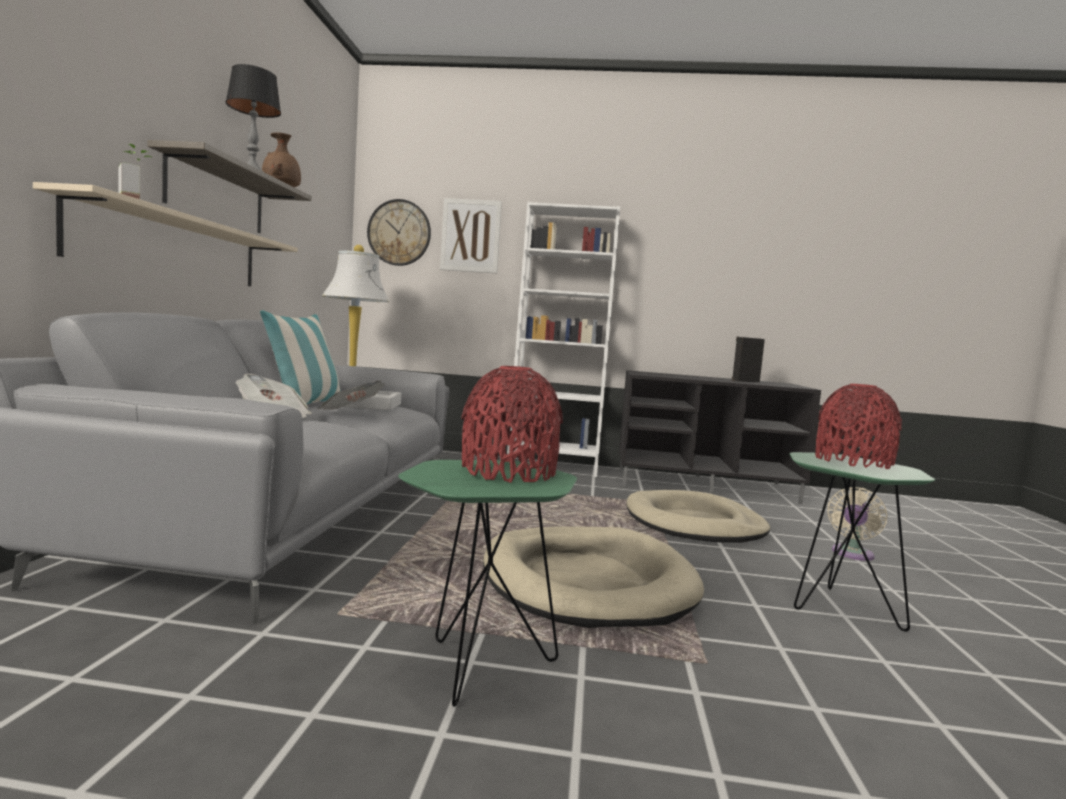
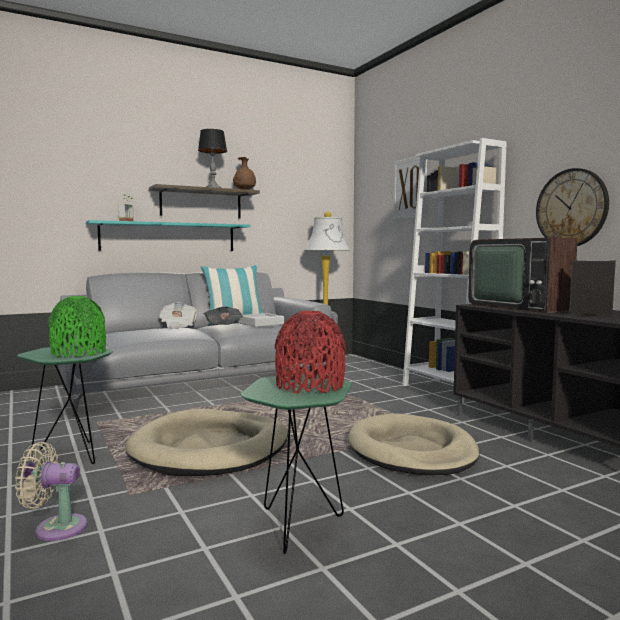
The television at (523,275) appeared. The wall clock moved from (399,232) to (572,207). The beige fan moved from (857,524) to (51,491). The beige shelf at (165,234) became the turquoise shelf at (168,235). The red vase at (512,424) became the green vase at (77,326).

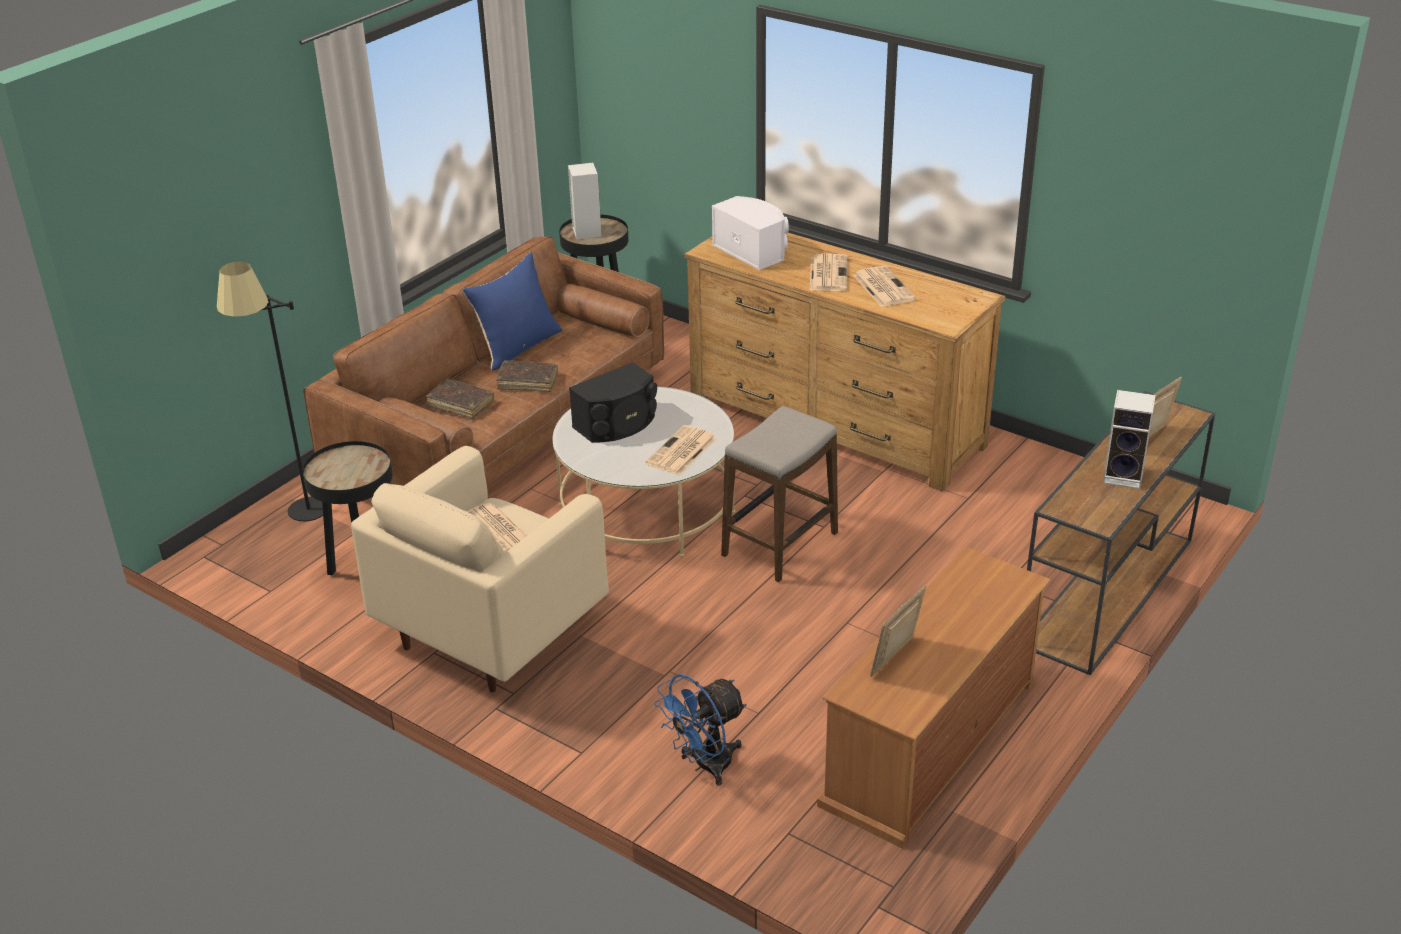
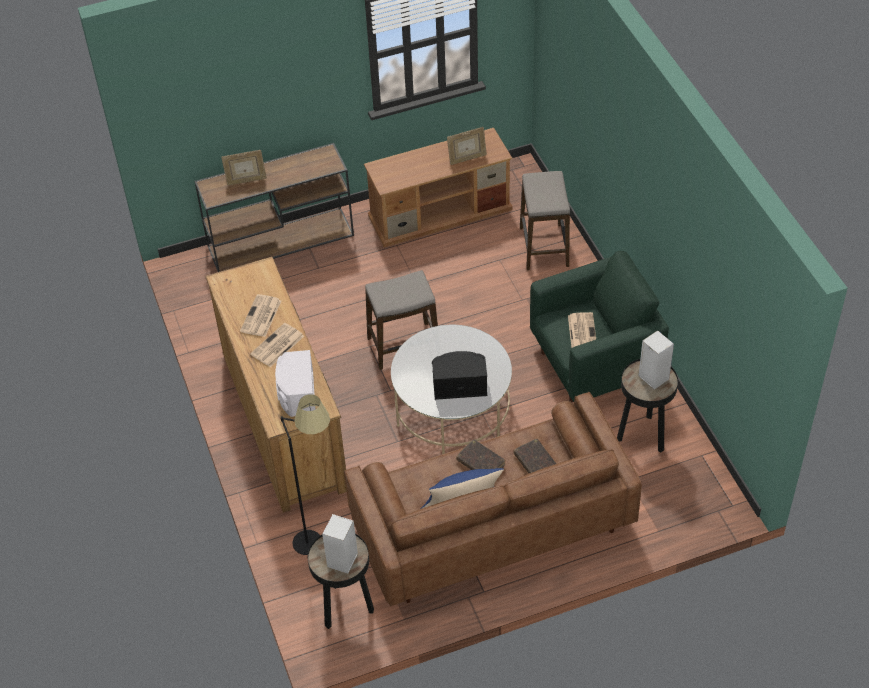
The newspaper at (681,450) disappeared. The black floor lamp moved from (270,391) to (305,474). The speaker moved from (1129,439) to (656,360). The blue fan at (700,729) was replaced by the stool at (545,220). The beige armchair at (480,569) became the green armchair at (599,326).

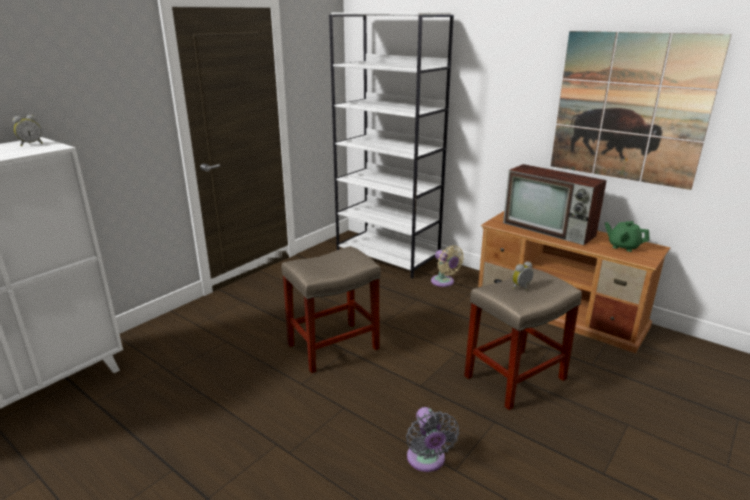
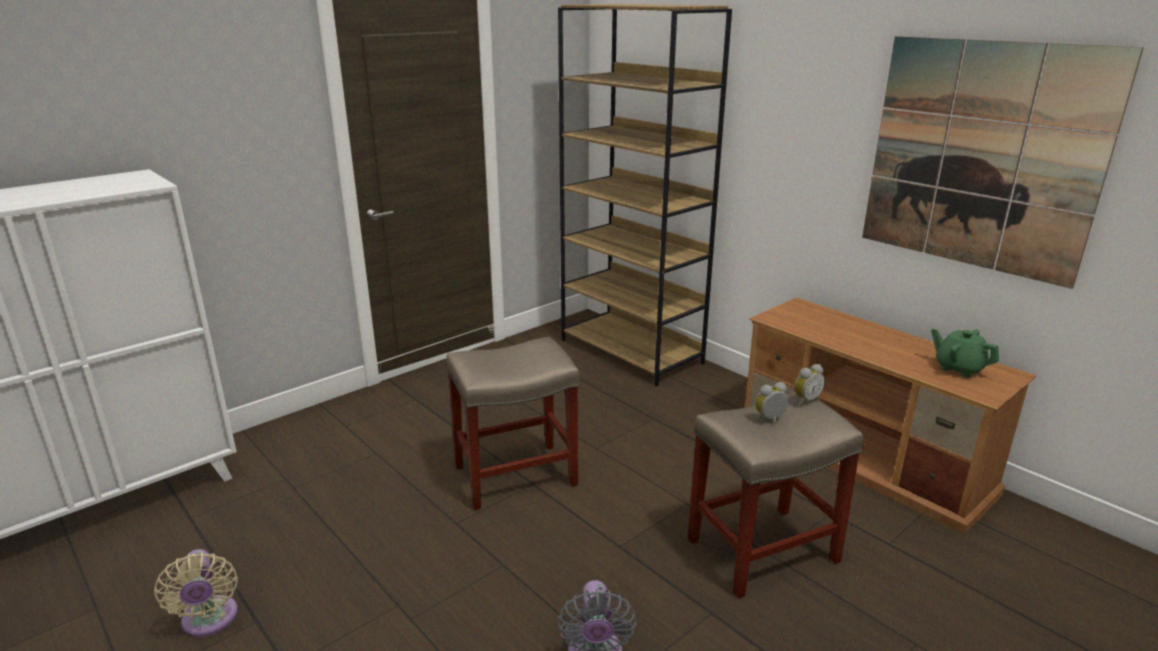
The television at (555,204) disappeared. The alarm clock moved from (28,130) to (809,384). The beige fan moved from (447,266) to (196,593). The white bookcase at (391,146) became the brown bookcase at (645,195).

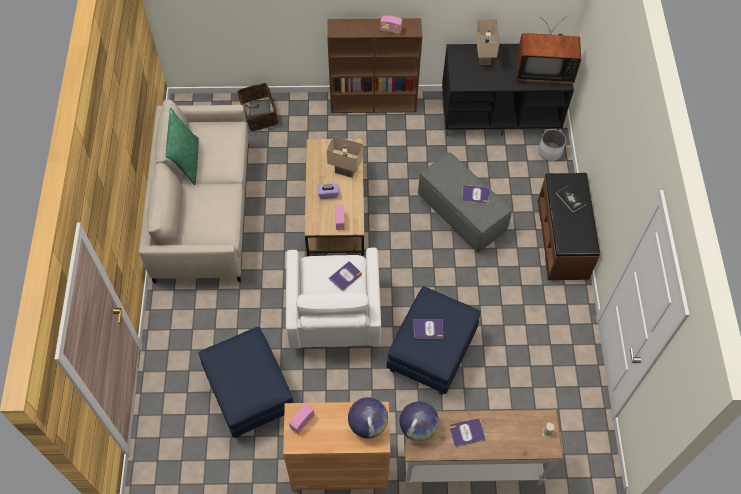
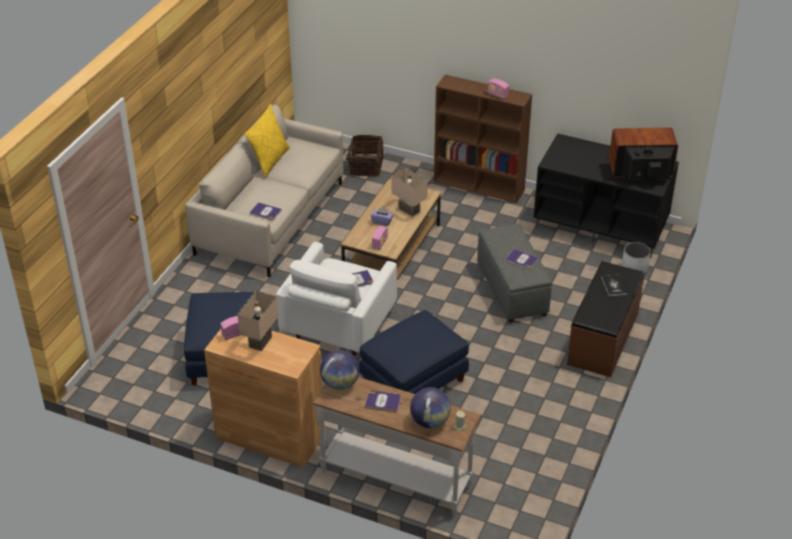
The globe moved from (368,417) to (430,407). The book moved from (428,329) to (266,211). The beige table lamp moved from (488,42) to (257,321). The green pillow at (182,146) became the yellow pillow at (267,141). The television at (548,50) turned 150 degrees clockwise.

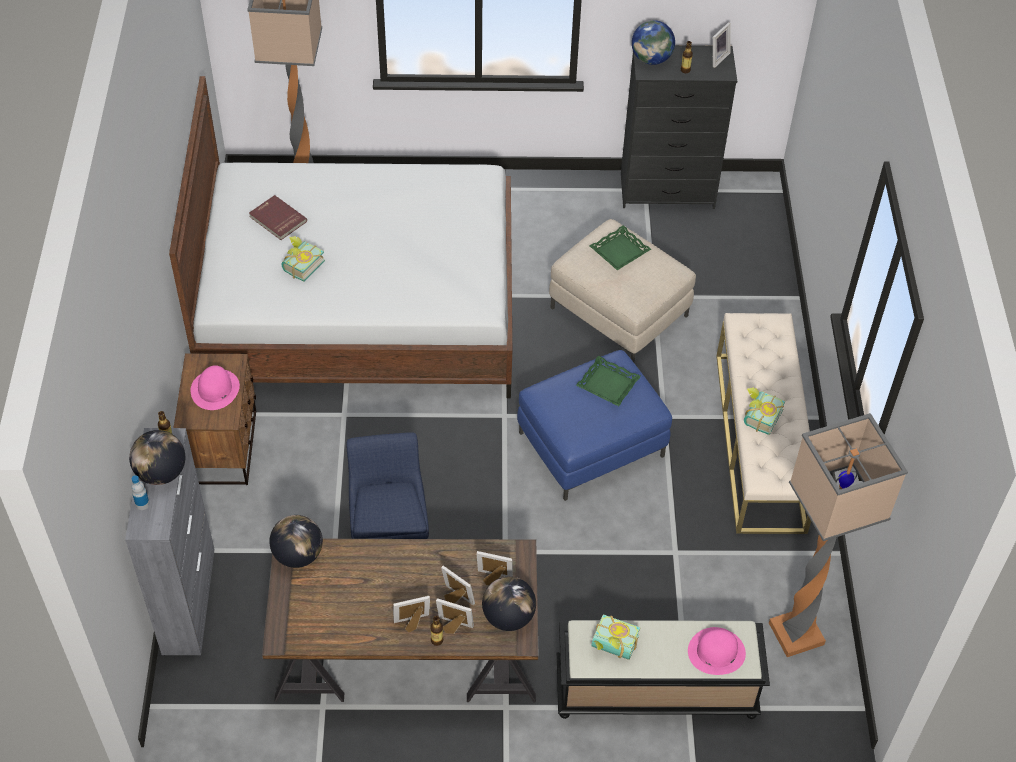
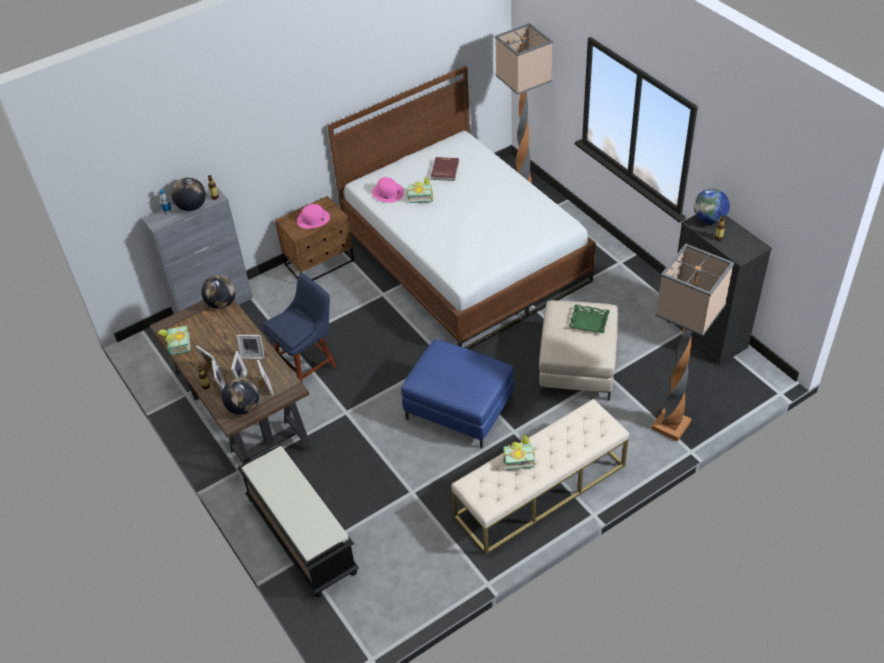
The green tray at (608,381) disappeared. The book moved from (616,637) to (174,340). The pink hat moved from (717,651) to (388,190). The picture frame moved from (721,45) to (250,347). The floor lamp moved from (838,535) to (692,343).

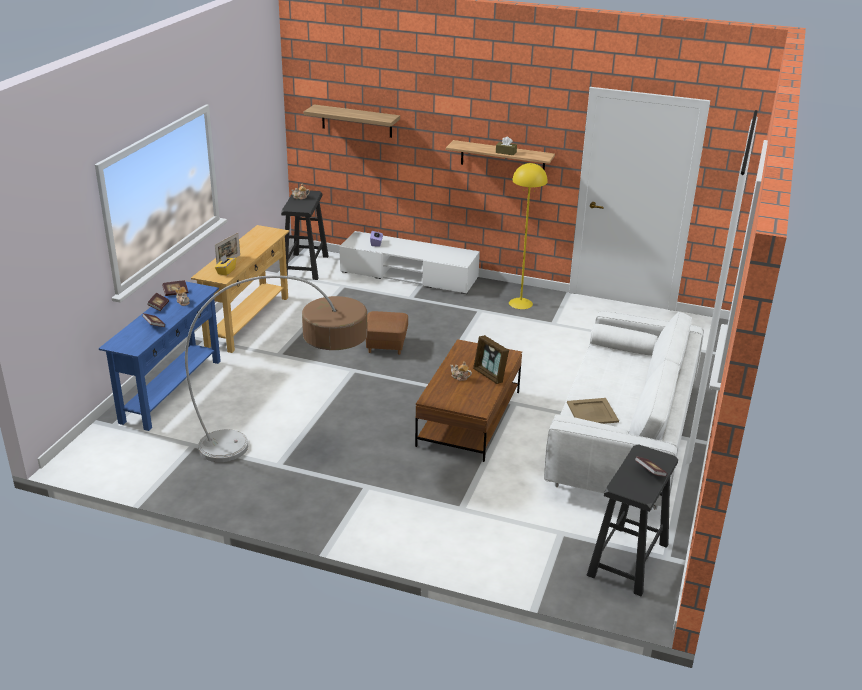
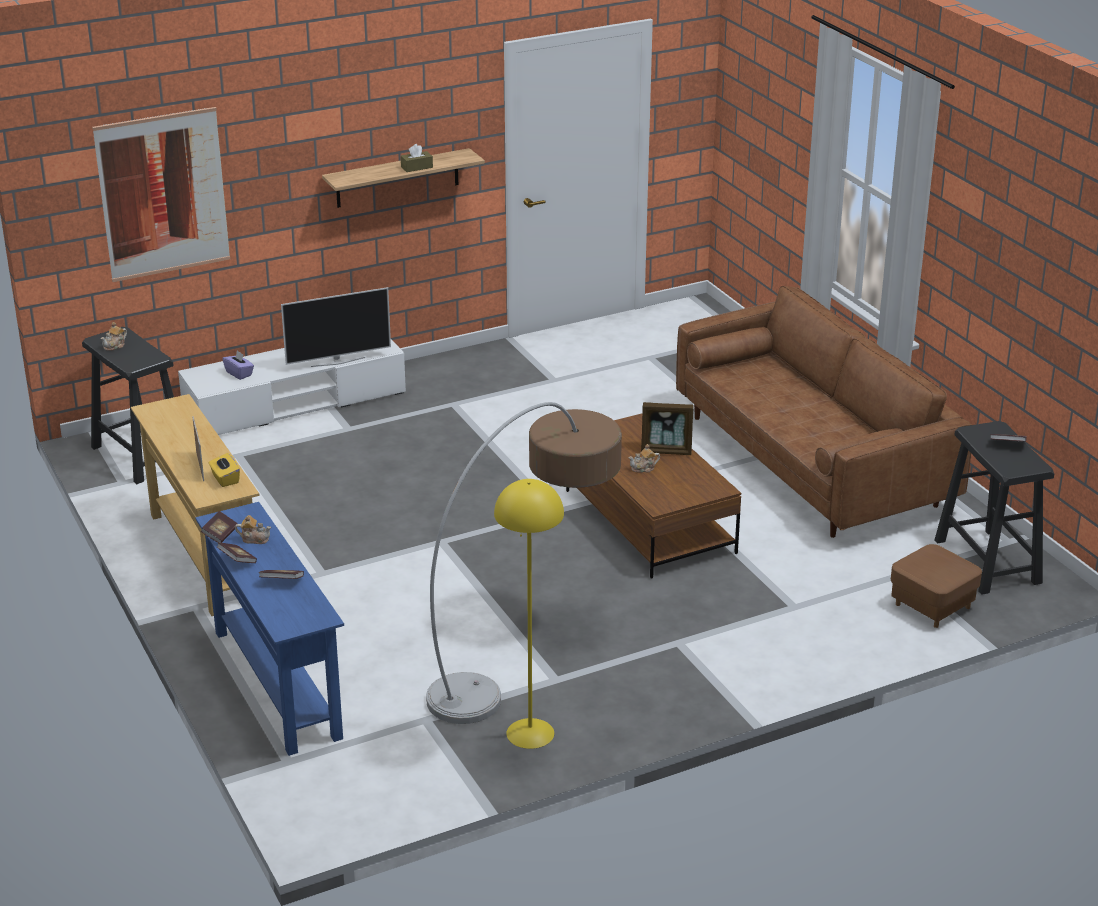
The beige tray at (593,411) disappeared. The television at (336,327) appeared. The brown ottoman moved from (387,333) to (936,586). The yellow floor lamp moved from (528,236) to (529,614). The shelf at (352,121) was replaced by the picture at (161,194). The white sofa at (624,410) became the brown sofa at (824,412).

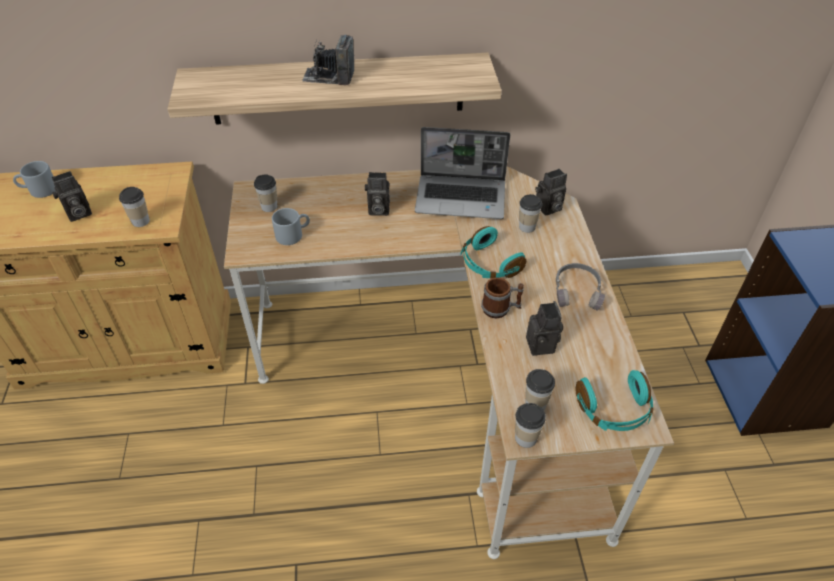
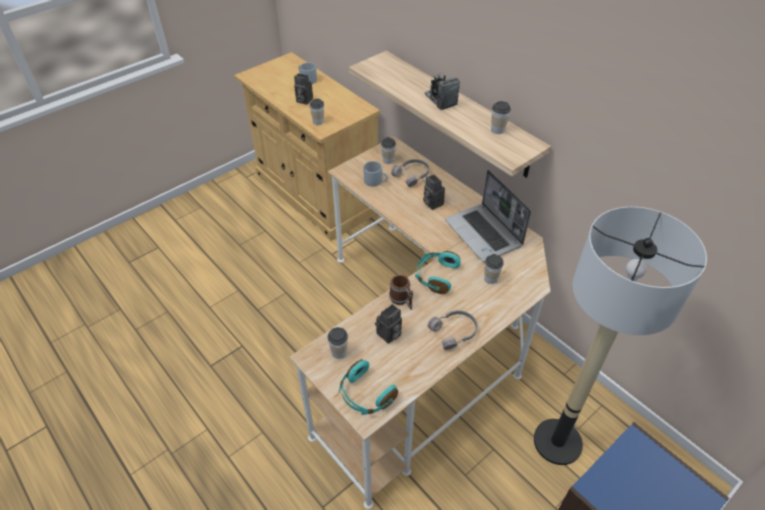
The photo camera at (551,192) disappeared. The grey headphones at (410,173) appeared. The floor lamp at (620,336) appeared. The cup moved from (530,425) to (501,117).

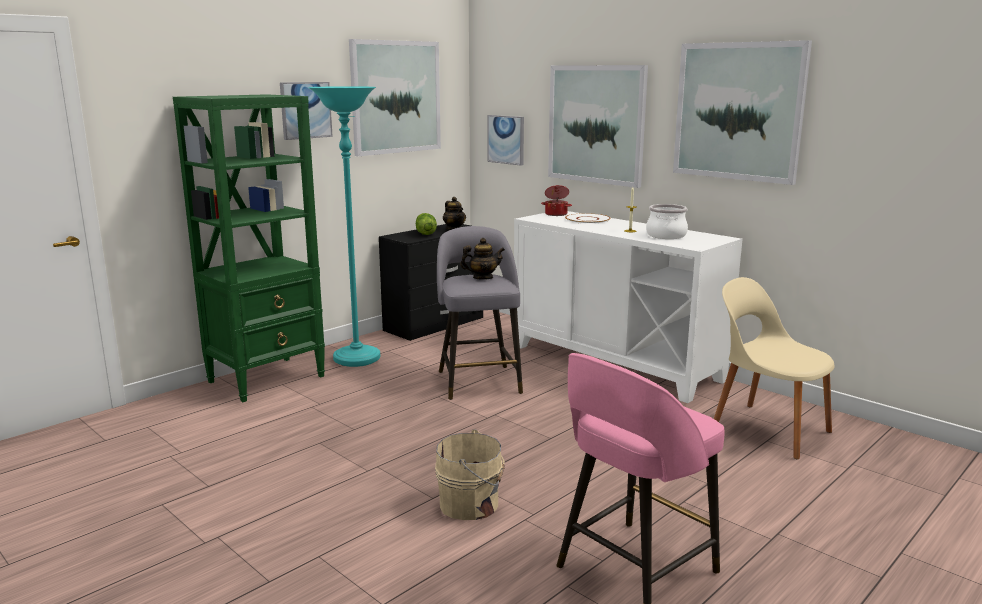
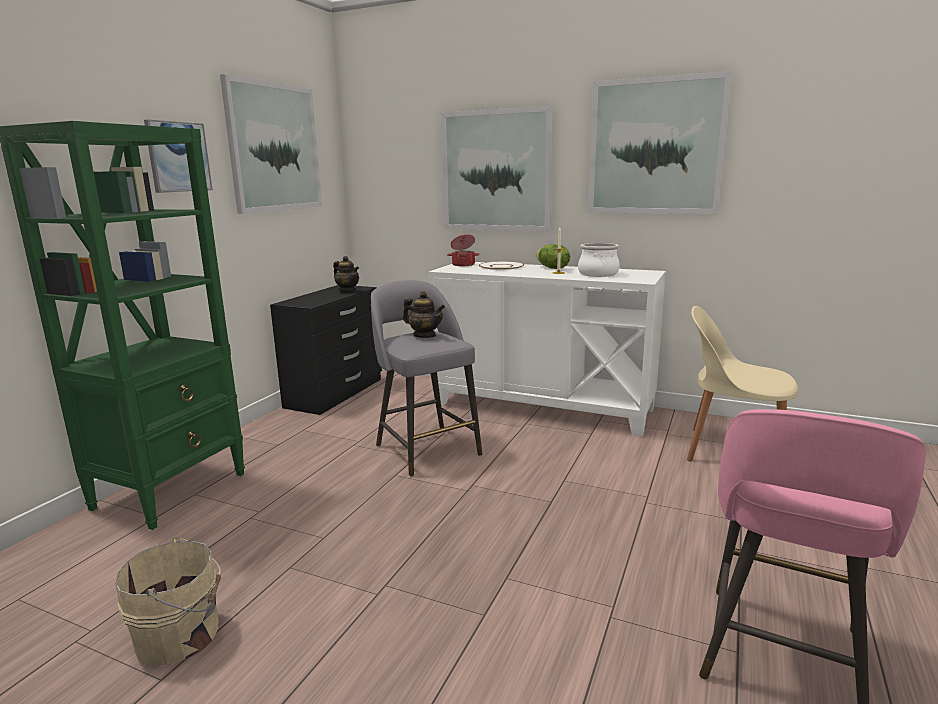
The turquoise floor lamp at (344,226) disappeared. The picture at (505,140) disappeared. The lettuce moved from (426,224) to (553,256). The beige bucket moved from (470,474) to (168,601). The teapot at (482,259) turned 60 degrees clockwise.

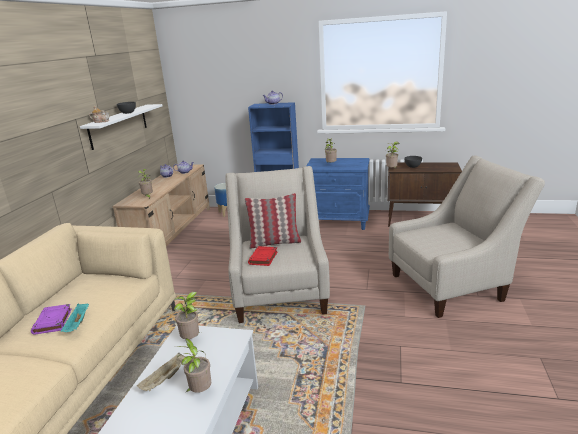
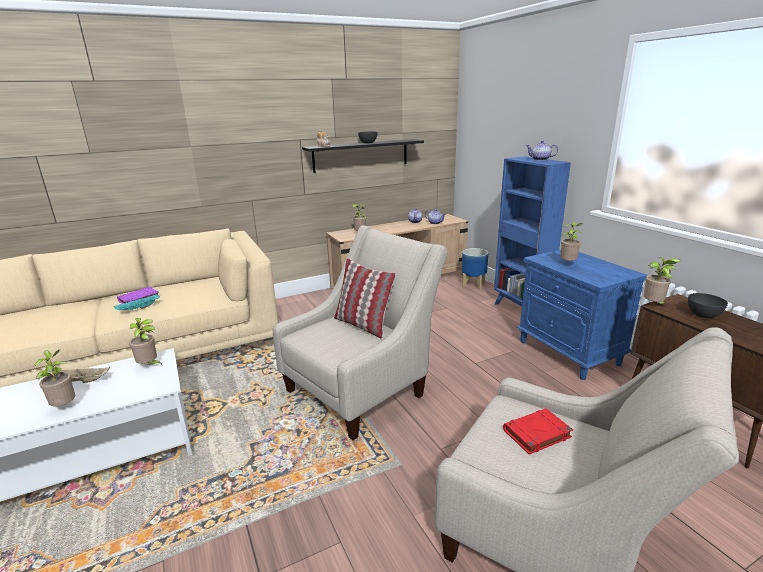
The red book moved from (263,256) to (538,432). The white shelf at (121,127) became the black shelf at (363,156).

